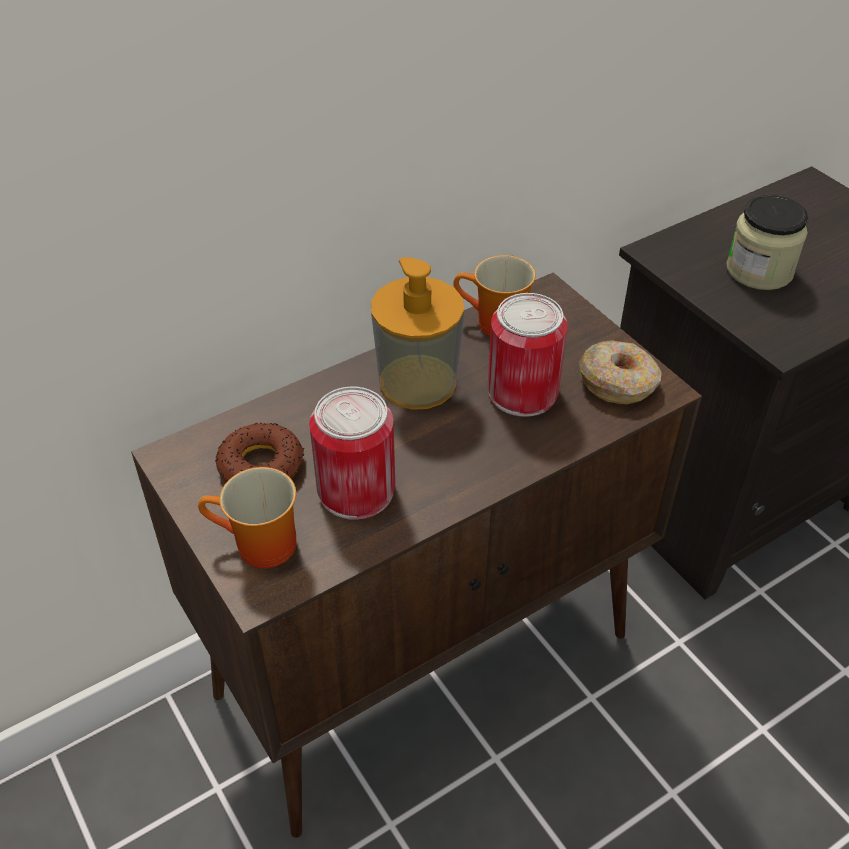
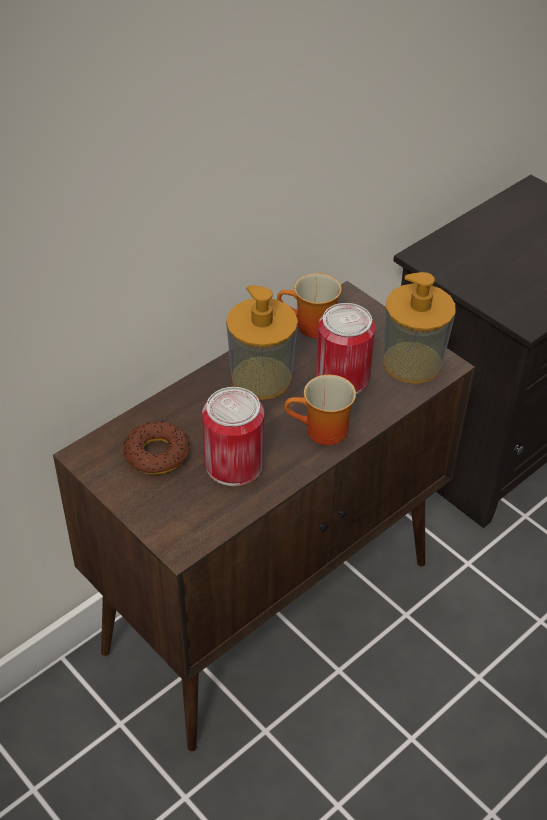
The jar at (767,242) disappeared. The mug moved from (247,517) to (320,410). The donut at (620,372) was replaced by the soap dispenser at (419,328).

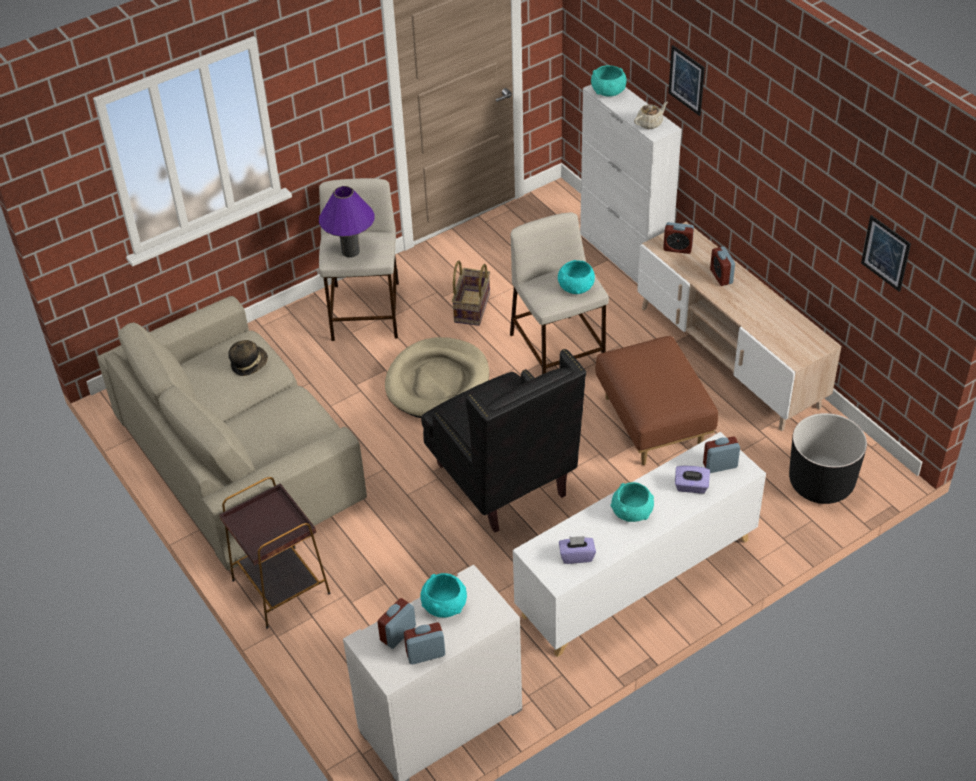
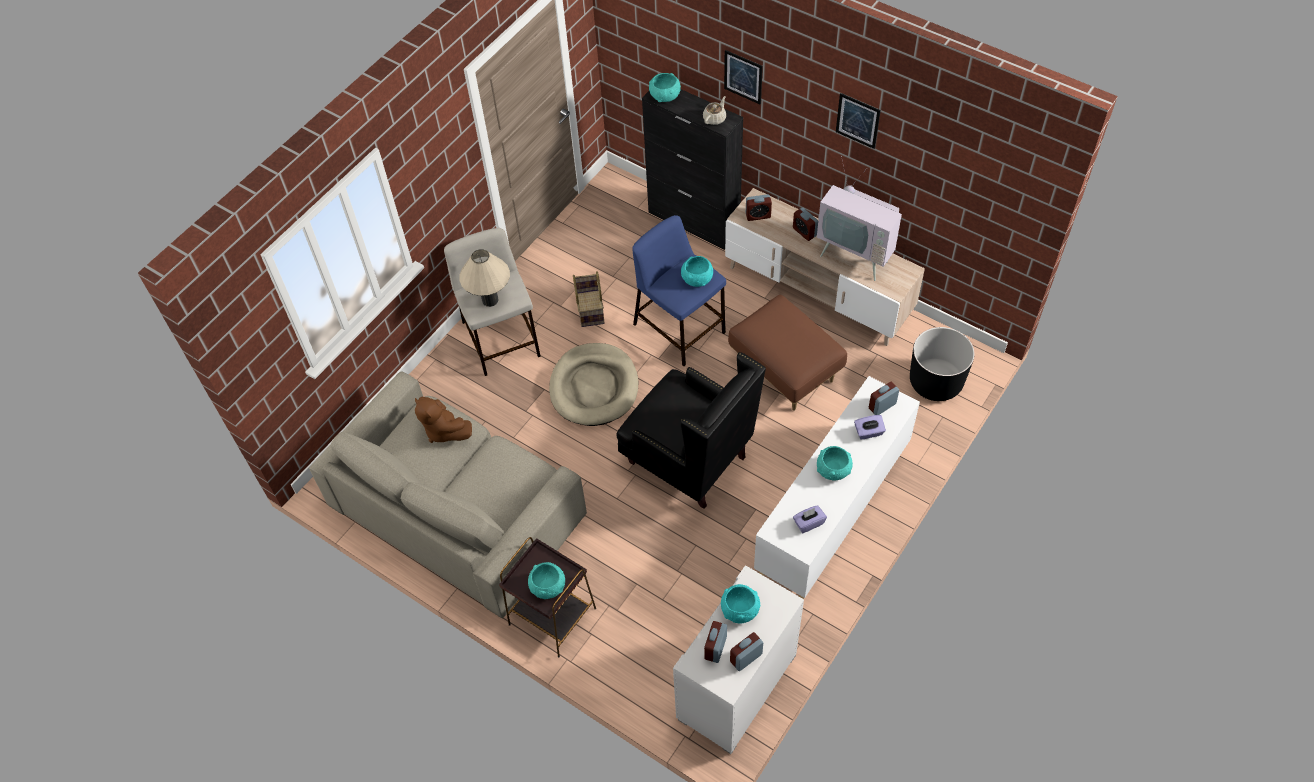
The turquoise bowl at (546,580) appeared. The television at (859,218) appeared. The picture moved from (886,253) to (858,121). The hat at (248,358) was replaced by the brown plush toy at (443,420). The purple table lamp at (347,222) became the beige table lamp at (484,278). The beige stool at (559,293) became the blue stool at (679,290). The white cabinet at (631,184) became the black cabinet at (692,169).

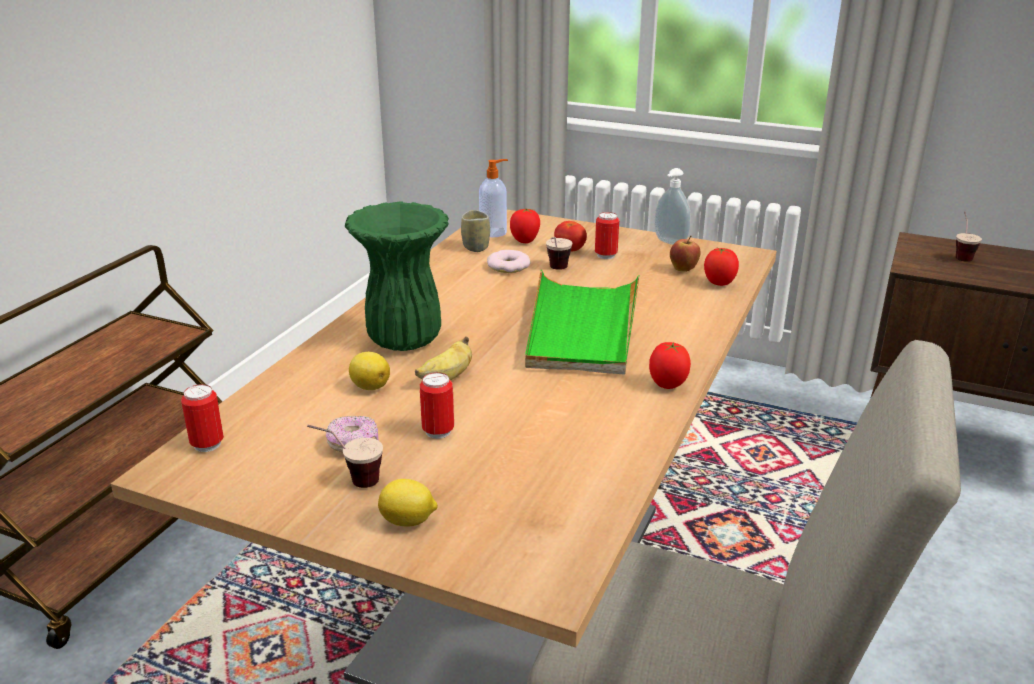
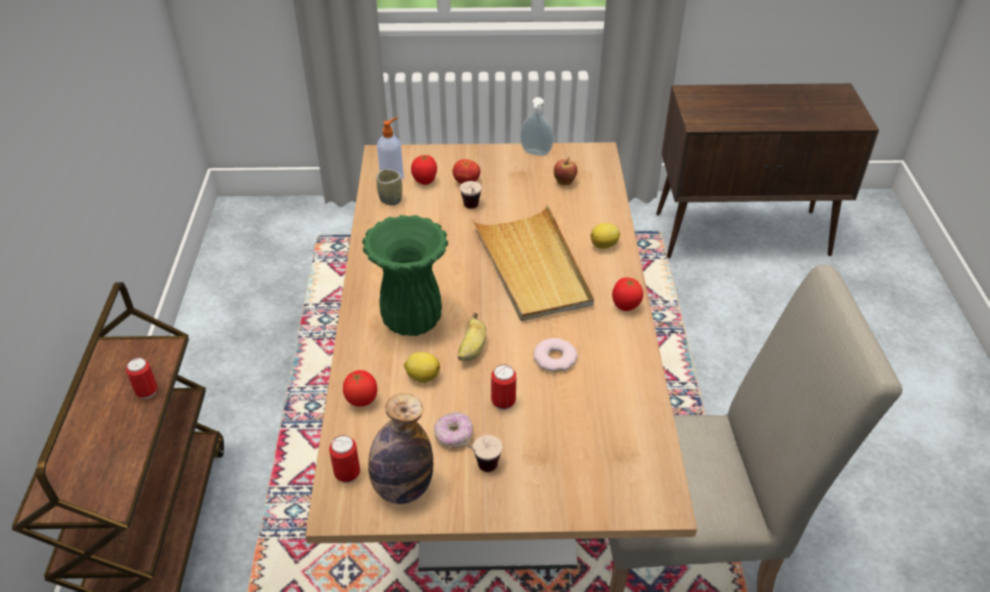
The cup at (969,236) disappeared. The bottle at (400,448) appeared. The lemon moved from (408,503) to (605,236). The donut moved from (509,261) to (556,355). The can moved from (607,235) to (141,378). The tomato moved from (721,267) to (360,388). The green tray at (582,322) became the beige tray at (533,263).

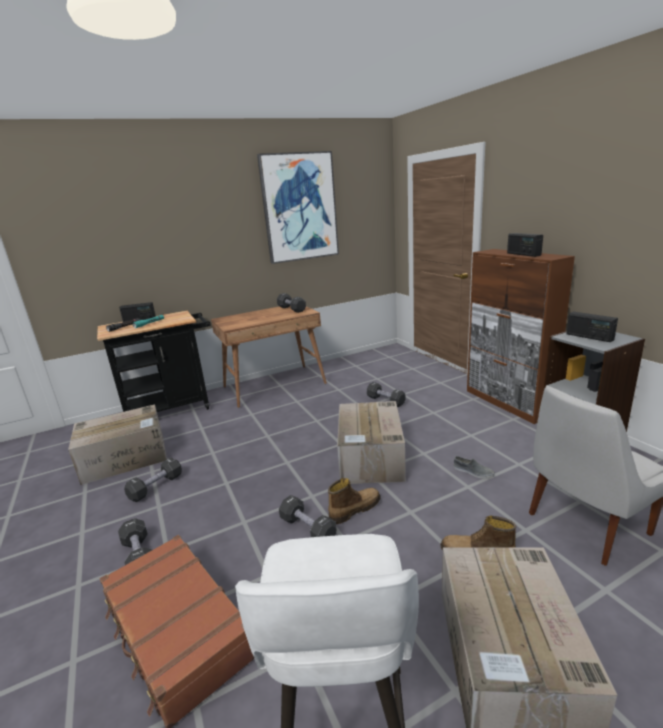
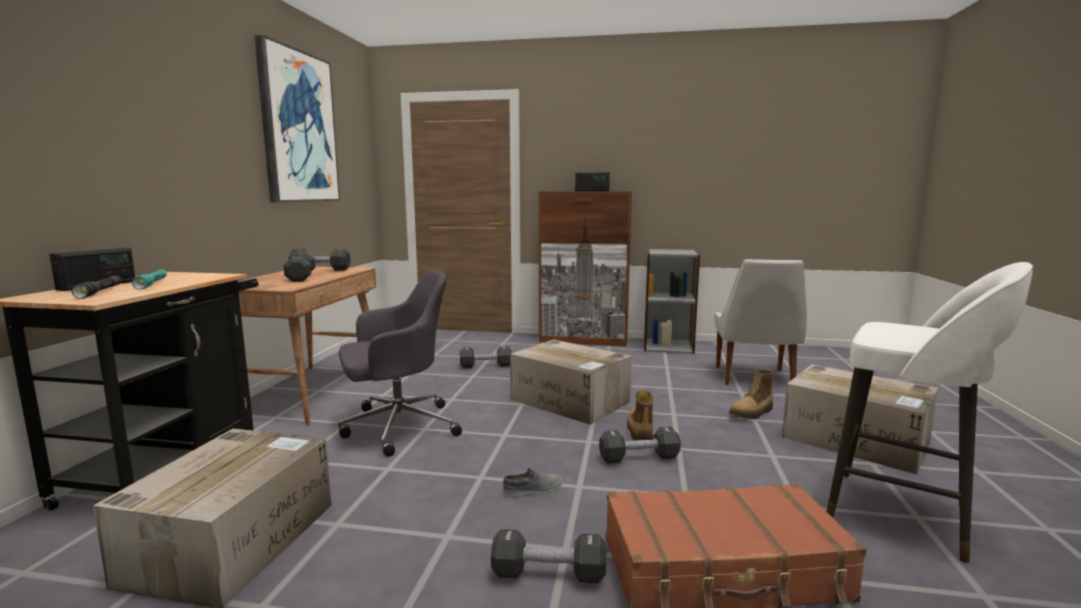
The radio at (592,326) disappeared. The grey office chair at (400,363) appeared. The black dumbbell moved from (153,479) to (299,267). The grey shoe moved from (474,467) to (532,482).

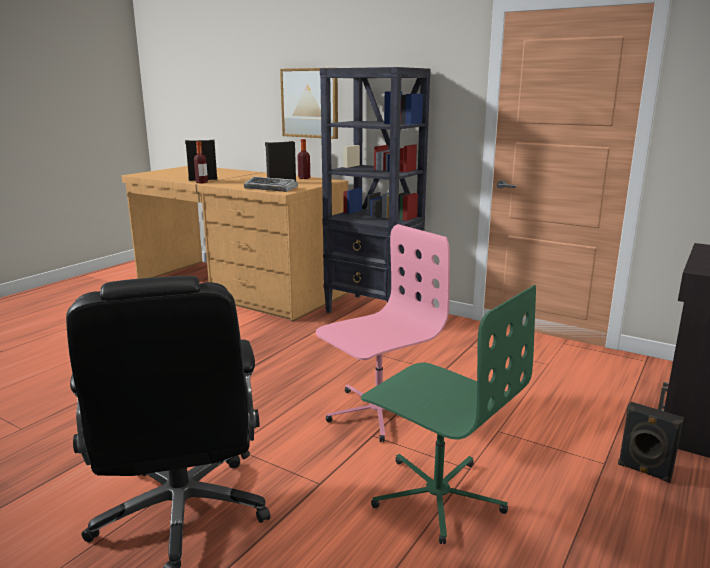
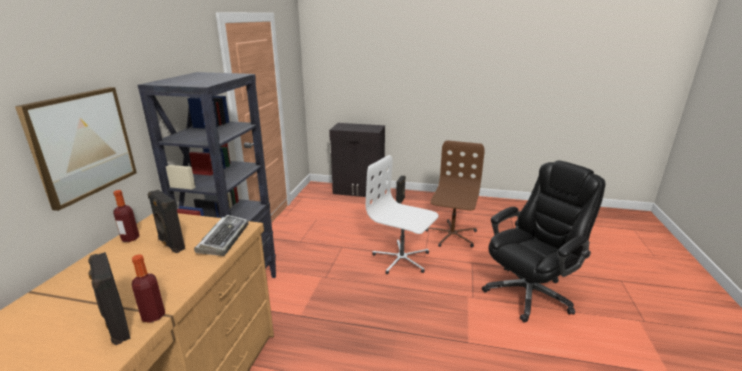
The pink office chair at (383,333) became the white office chair at (402,214). The green office chair at (448,414) became the brown office chair at (455,193).

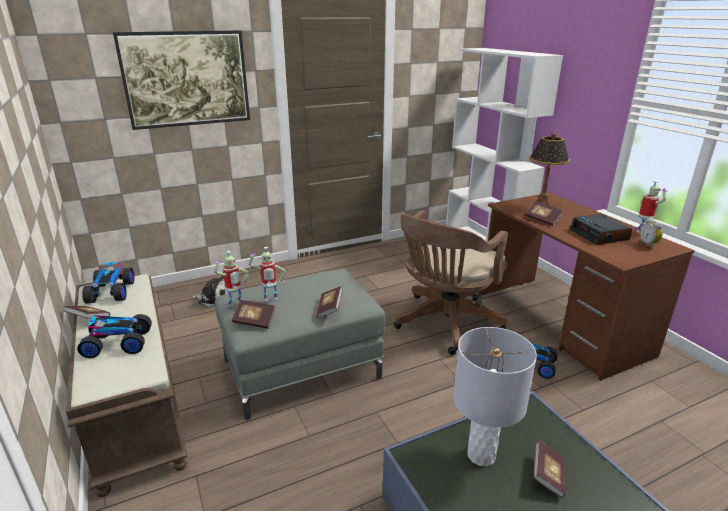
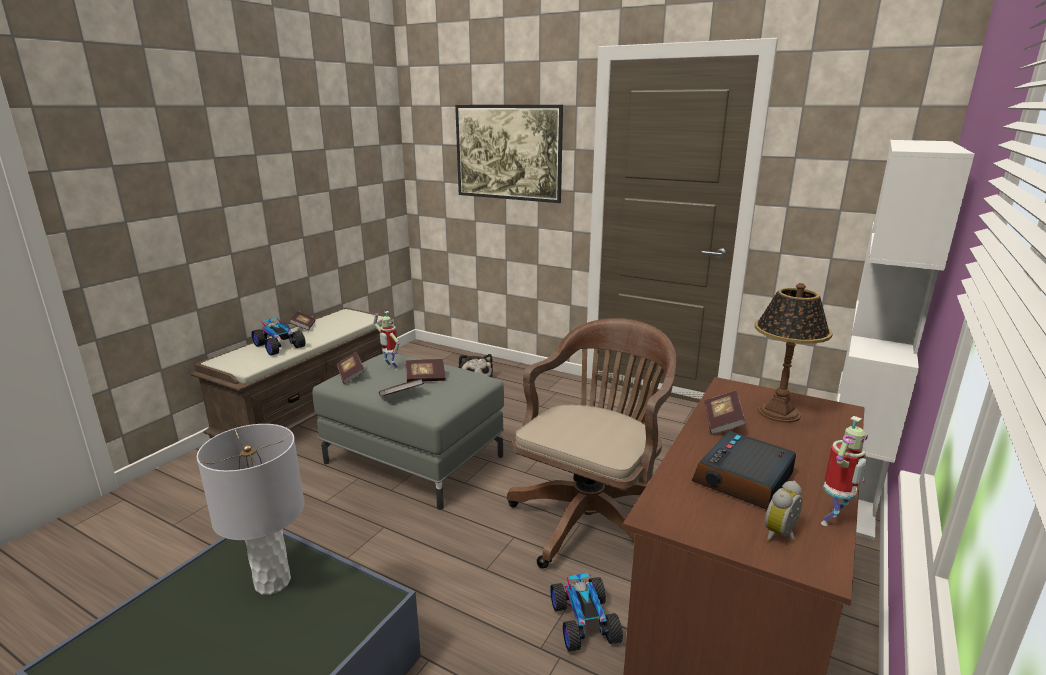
The toy car at (108,283) disappeared. The toy robot at (231,279) disappeared. The book moved from (550,469) to (425,370). The brown office chair at (451,282) turned 120 degrees clockwise.

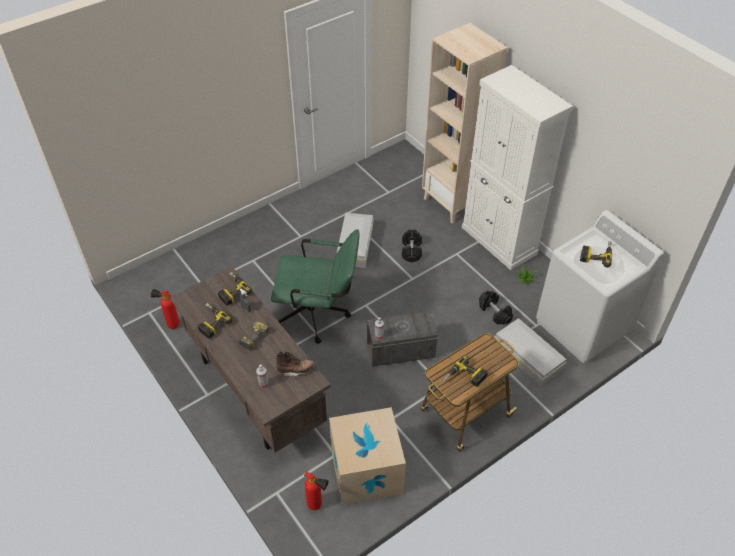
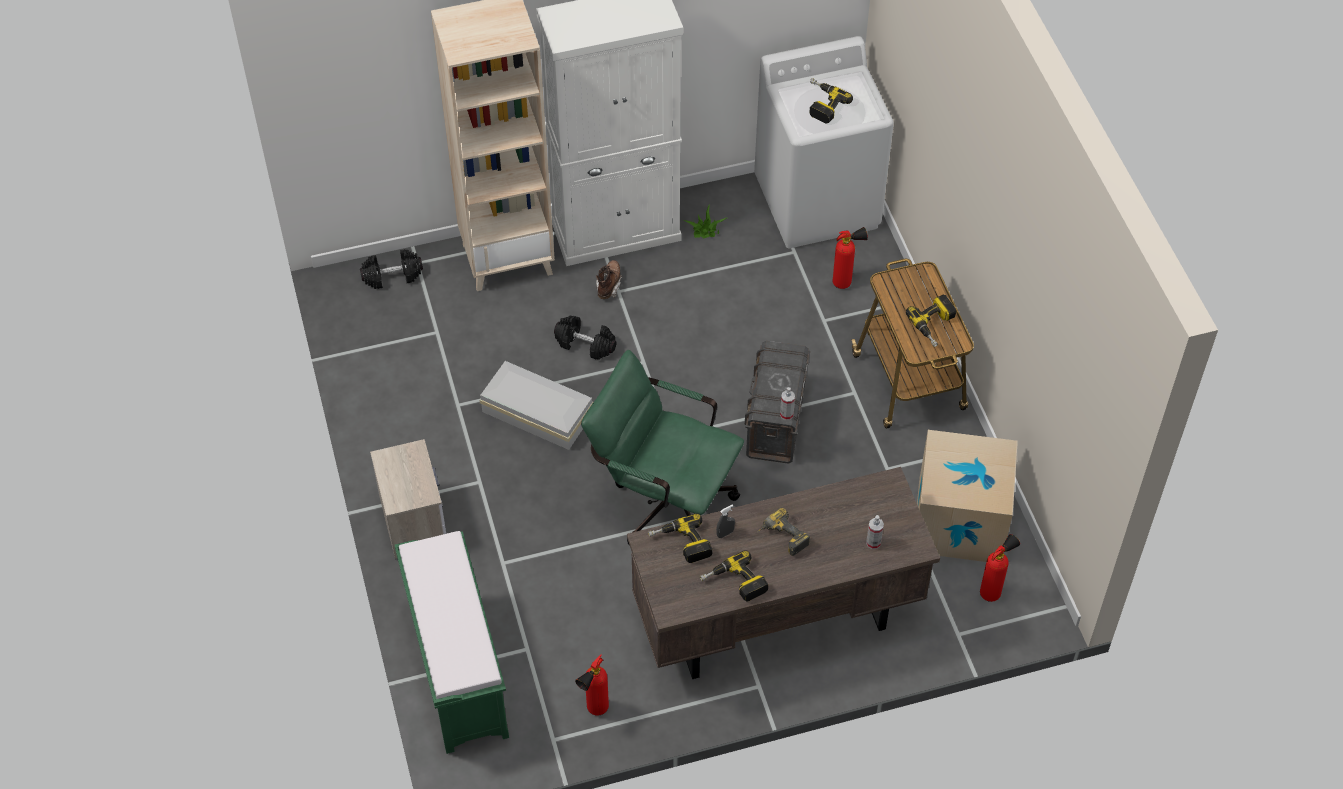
The nightstand at (408,499) appeared. The green bench at (452,642) appeared. The brown boot moved from (294,364) to (609,279). The black dumbbell moved from (496,308) to (391,269). The white storage box at (530,352) was replaced by the fire extinguisher at (850,258). The green office chair at (315,286) turned 90 degrees counterclockwise.

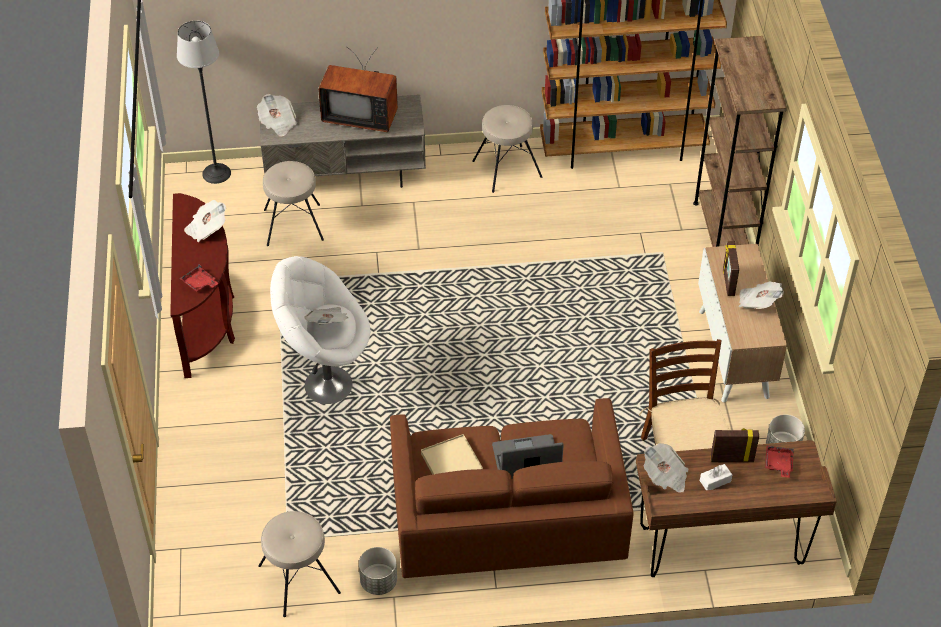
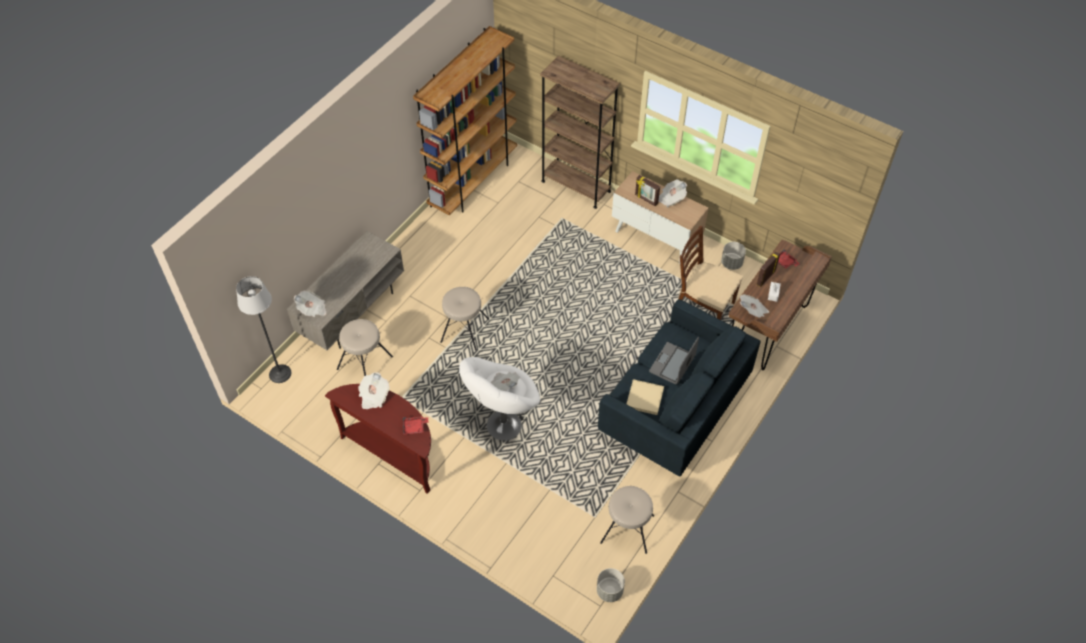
The television at (358,89) disappeared. The grey planter moved from (378,571) to (611,585). The beige stool moved from (507,149) to (464,319). The brown sofa at (511,488) became the blue sofa at (679,388).

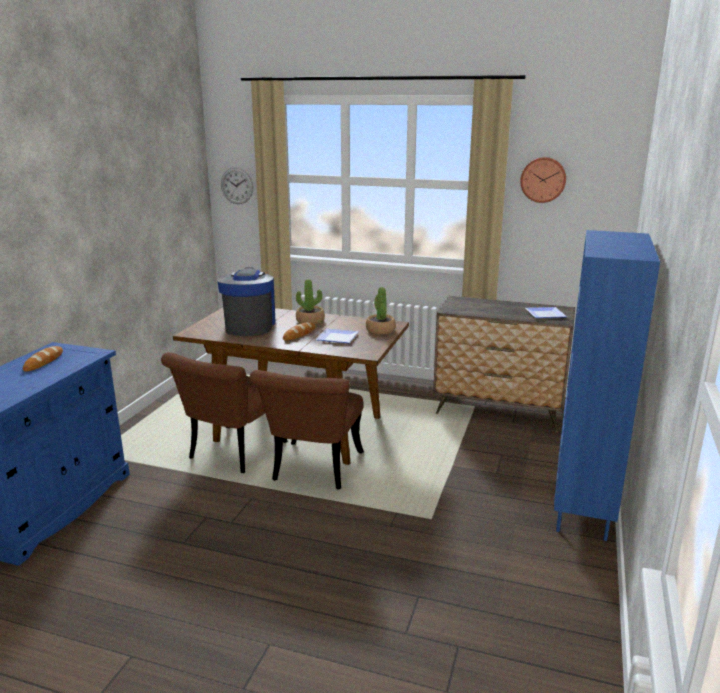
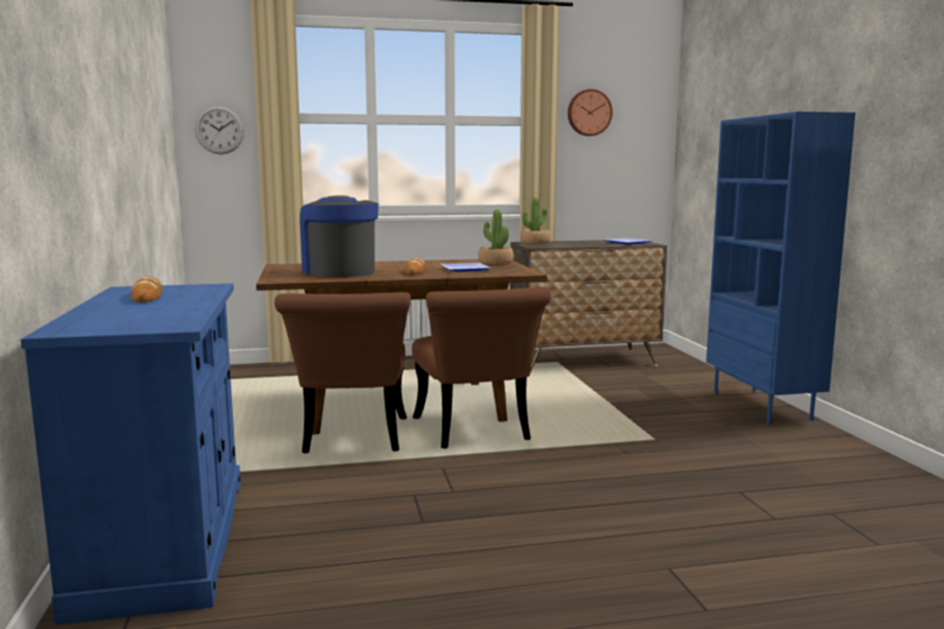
The potted plant moved from (310,301) to (535,221).

